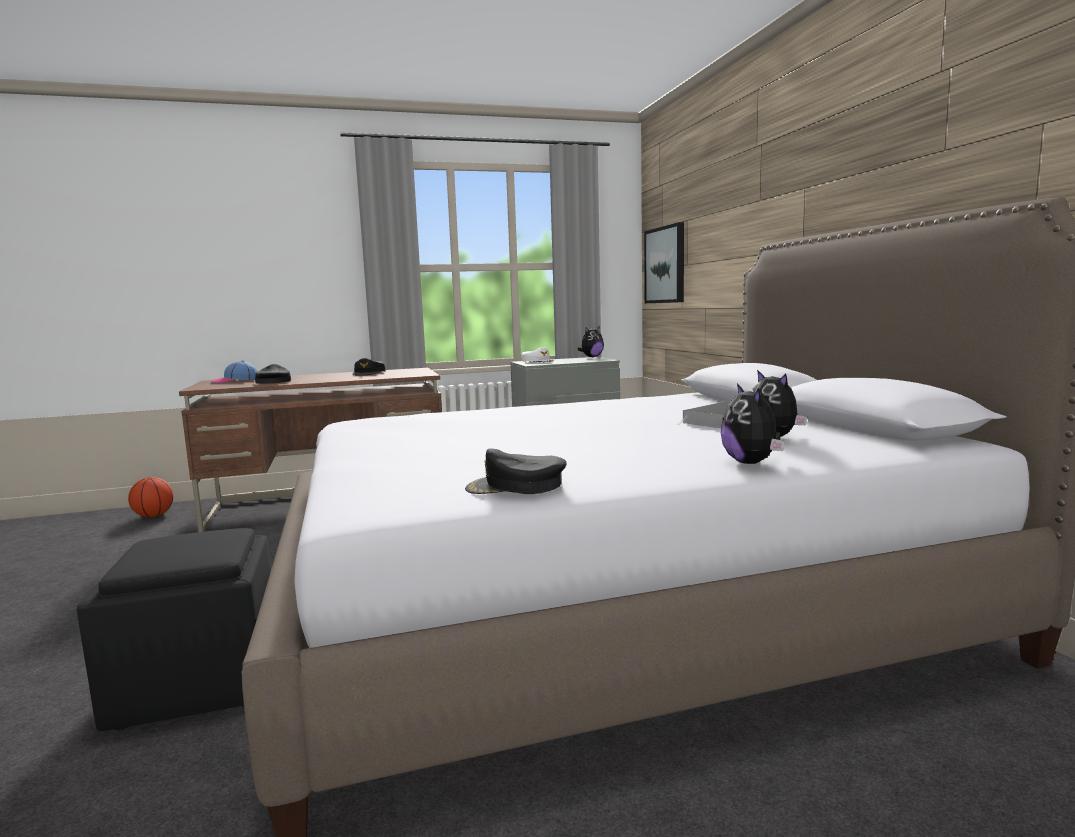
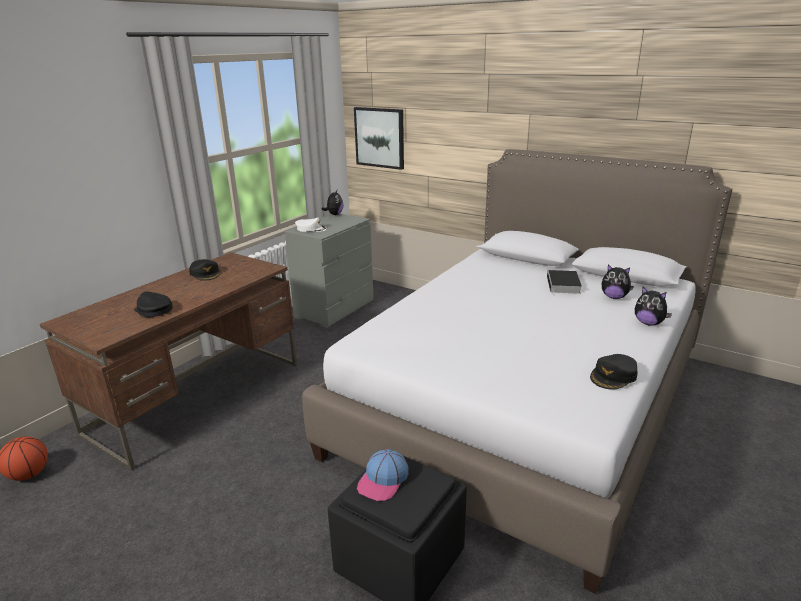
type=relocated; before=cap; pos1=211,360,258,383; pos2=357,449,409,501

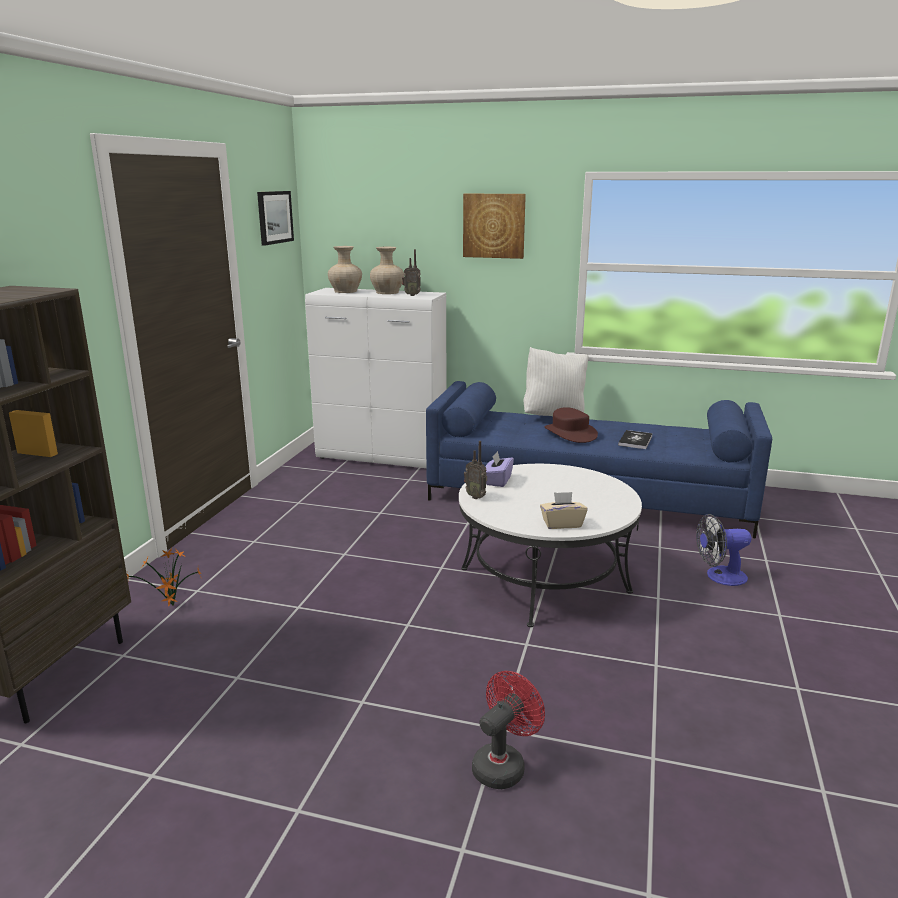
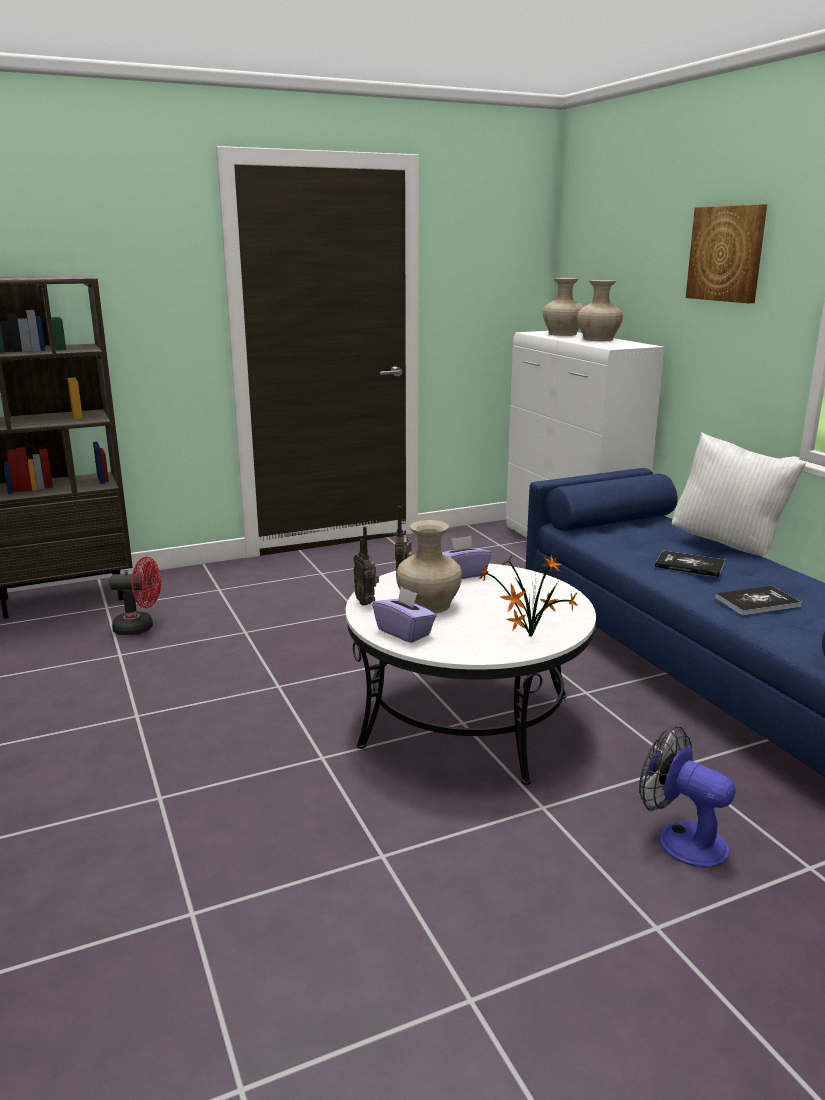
type=missing; before=picture; pos1=257,191,294,246
type=relocated; before=radio; pos1=402,249,421,296; pos2=353,526,379,606
type=exchanged; before=brown hat; after=book; pos1=544,407,598,443; pos2=655,551,725,577
type=colour; before=beige tissue box; after=purple tissue box; pos1=540,492,588,529; pos2=372,587,436,643
type=relocated; before=potted plant; pos1=127,548,201,606; pos2=479,555,578,637
type=relocated; before=red fan; pos1=472,671,545,789; pos2=109,557,161,635
type=appeared; after=beige vase; pos2=396,520,462,613

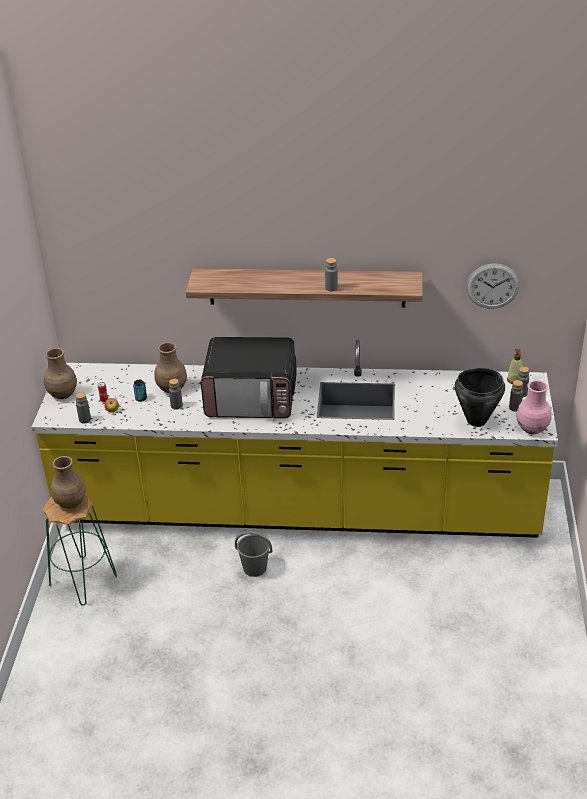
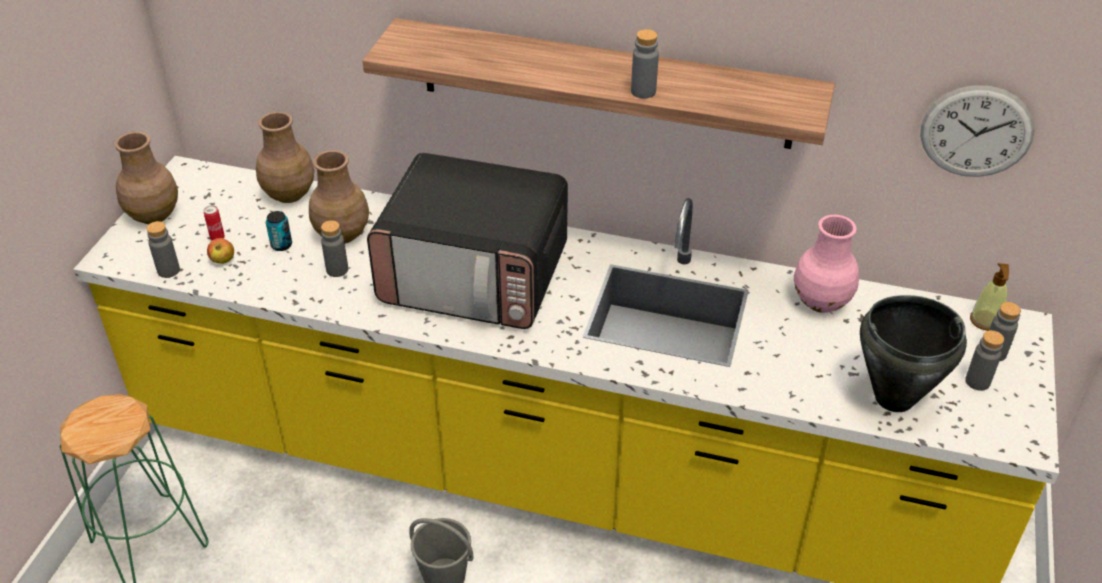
type=relocated; before=pink vase; pos1=516,380,552,434; pos2=794,215,859,313
type=relocated; before=brown vase; pos1=51,456,86,509; pos2=256,112,314,203

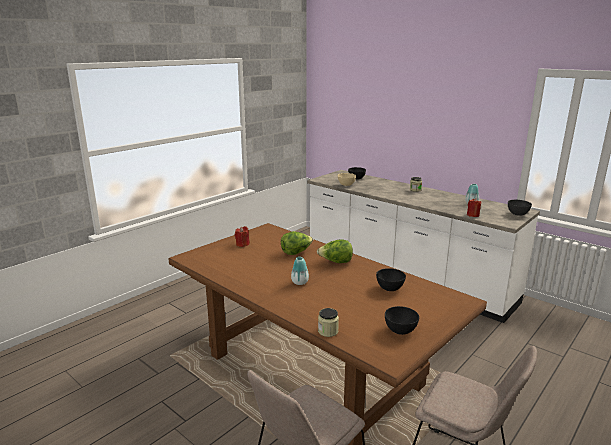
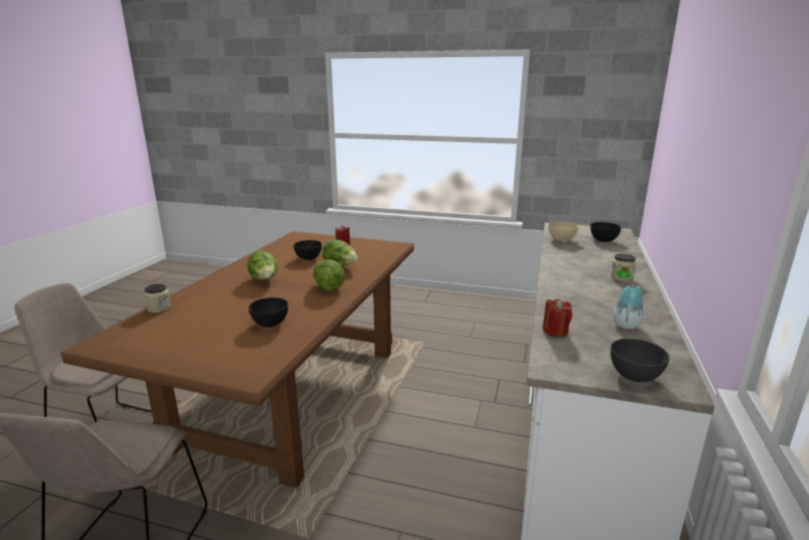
type=exchanged; before=vase; after=lettuce; pos1=291,257,309,285; pos2=247,250,278,280
type=relocated; before=black bowl; pos1=385,306,419,335; pos2=293,240,322,260

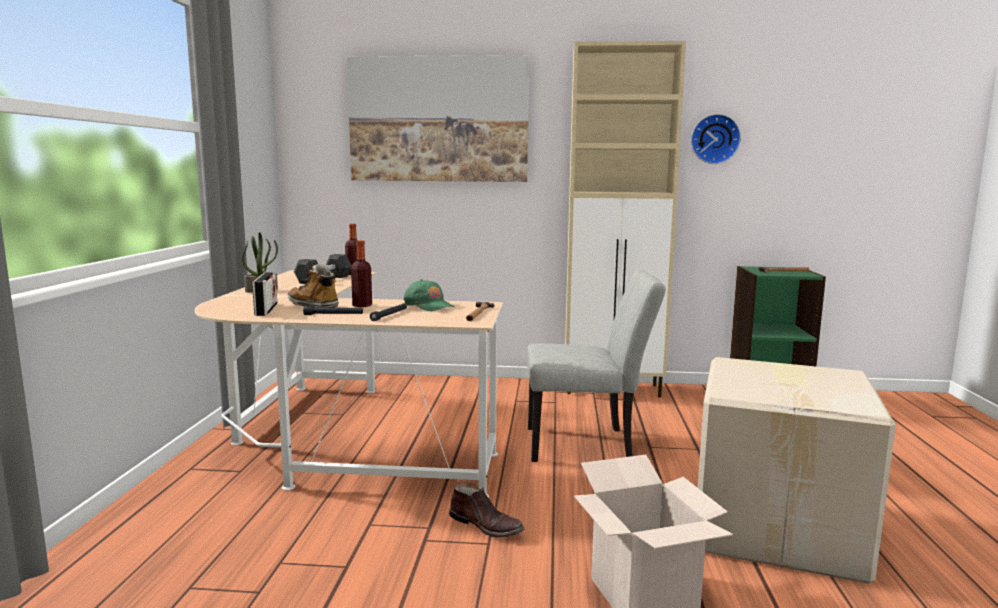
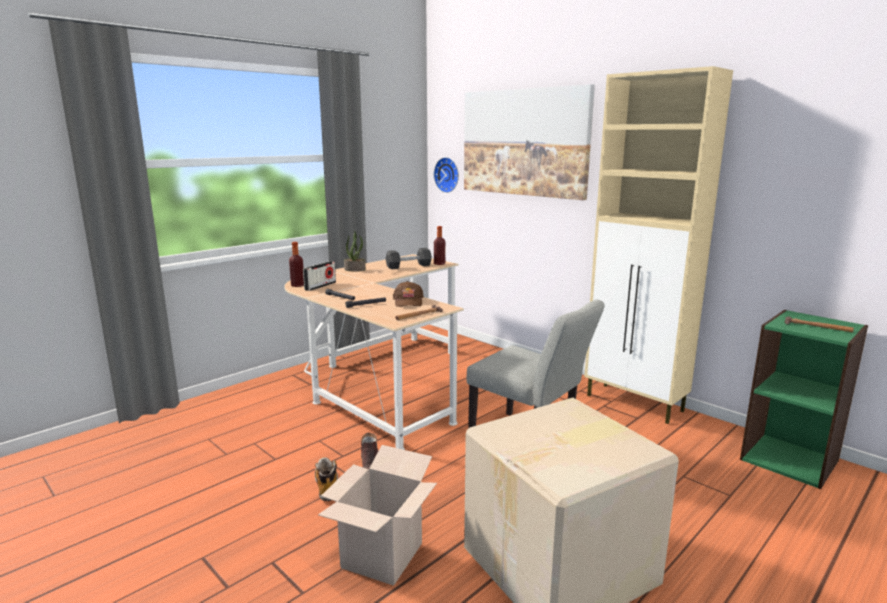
type=relocated; before=wall clock; pos1=691,114,741,164; pos2=434,157,459,193
type=relocated; before=bottle; pos1=351,240,372,307; pos2=289,242,304,287
type=relocated; before=boot; pos1=287,264,339,308; pos2=315,457,338,501
type=colour; before=green cap; after=brown cap; pos1=404,279,455,311; pos2=393,281,424,307

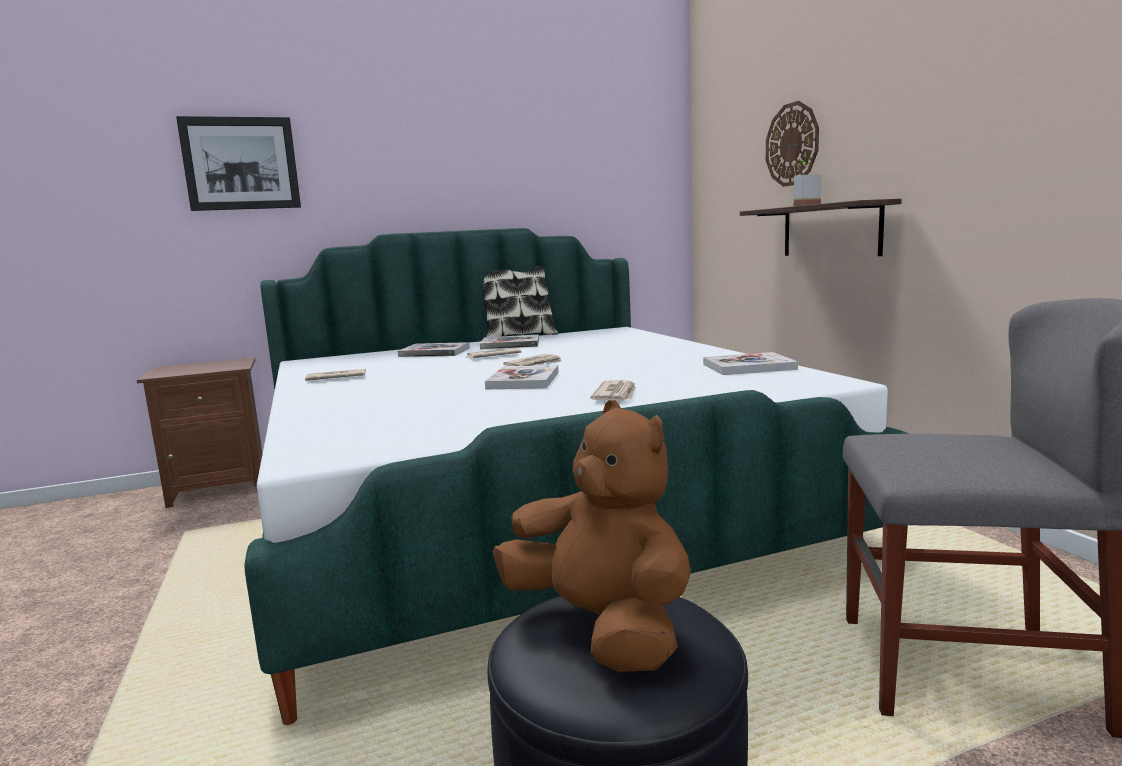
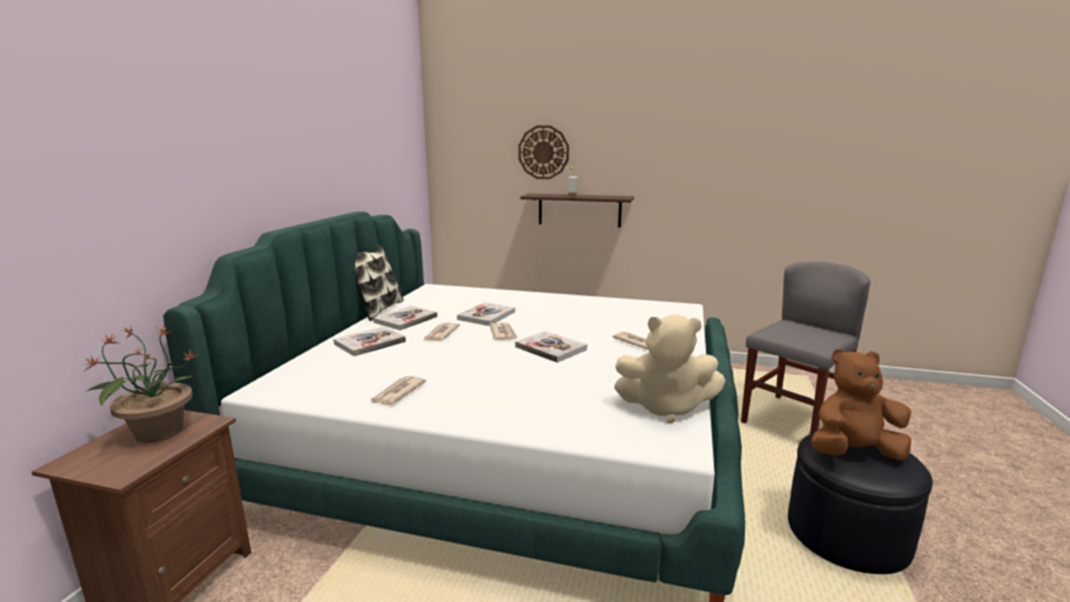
type=missing; before=picture; pos1=176,116,301,211
type=relocated; before=book; pos1=703,352,798,375; pos2=457,302,515,326
type=appeared; after=beige plush toy; pos2=614,314,725,423
type=appeared; after=potted plant; pos2=85,325,199,443

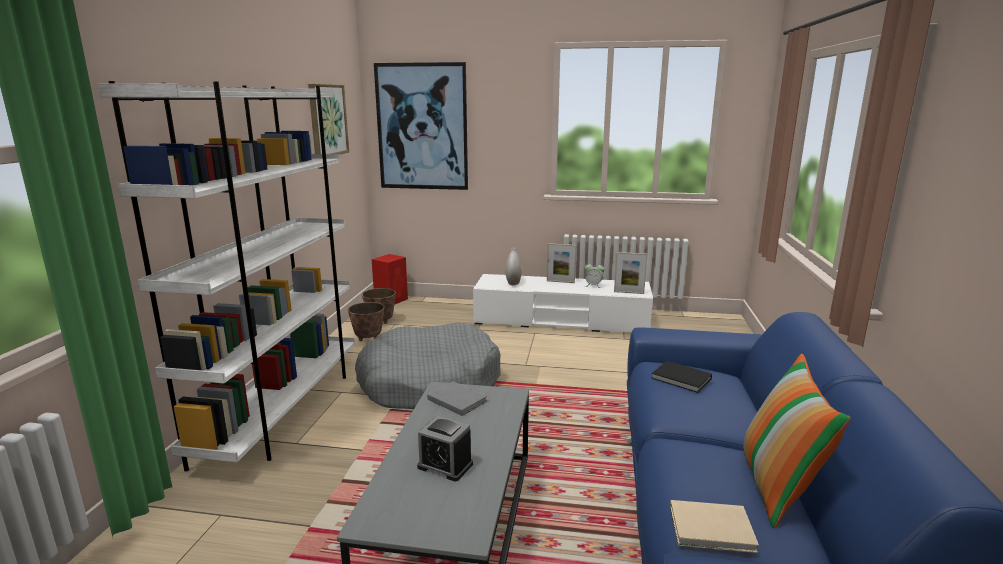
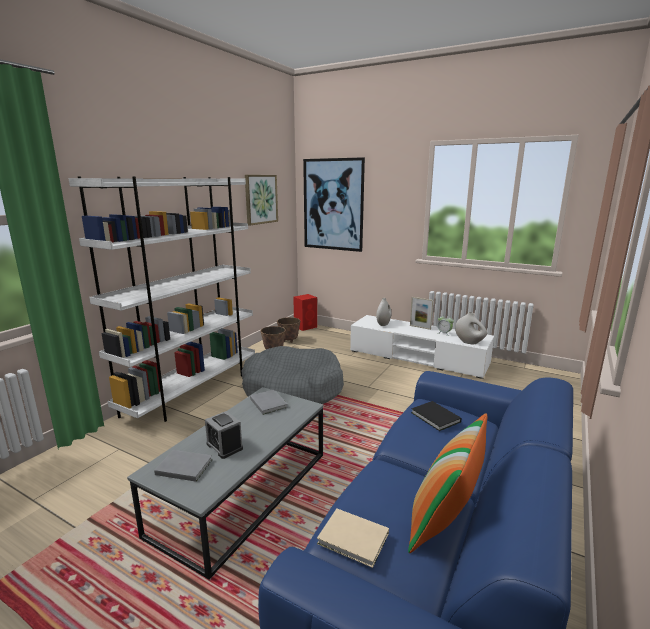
type=exchanged; before=picture frame; after=white vase; pos1=614,252,647,294; pos2=455,312,487,344
type=appeared; after=grey book; pos2=154,450,212,482

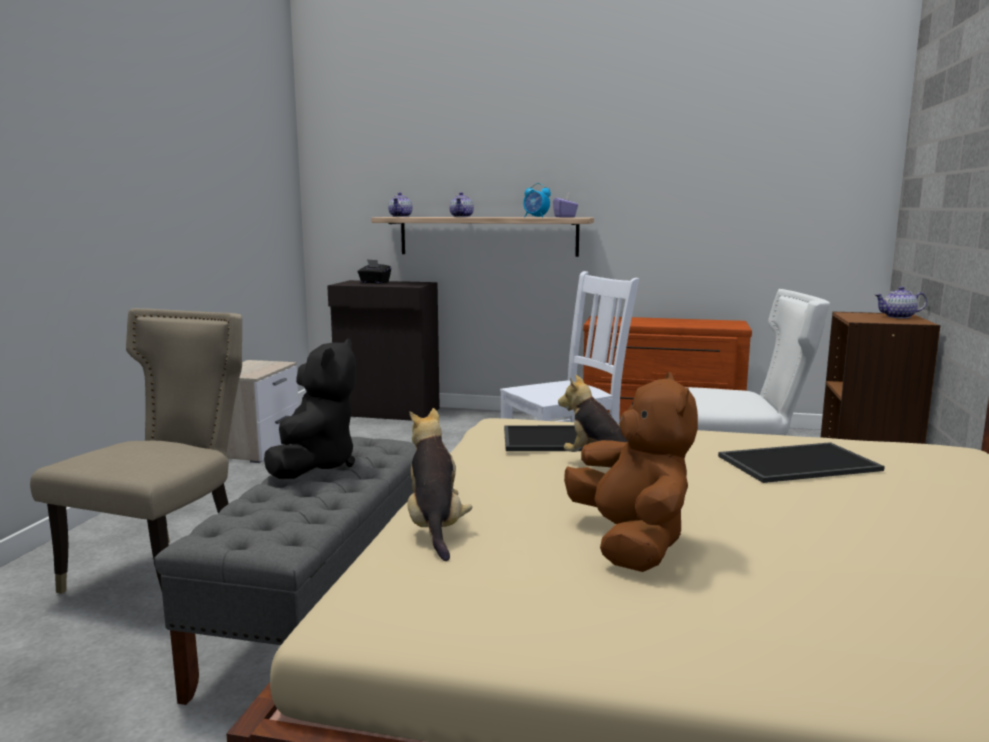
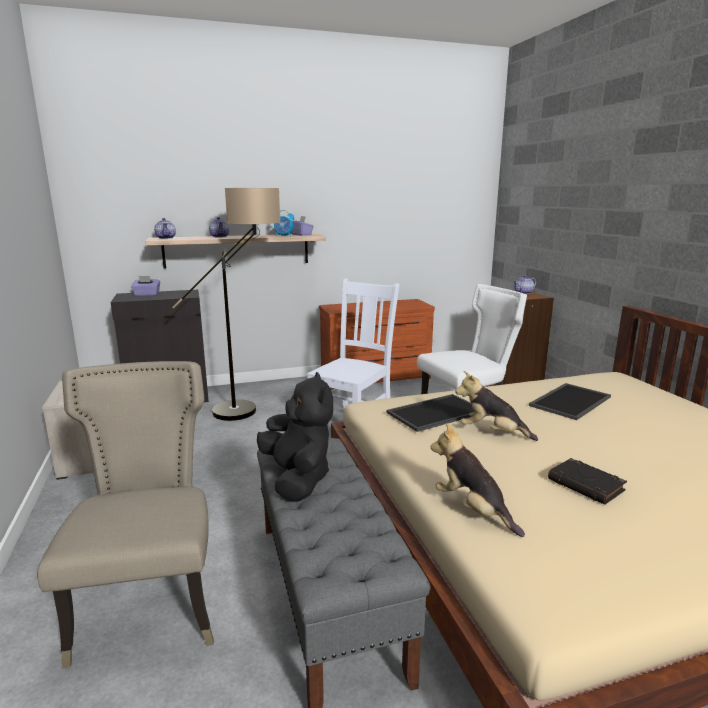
type=colour; before=black tissue box; after=purple tissue box; pos1=357,259,391,284; pos2=131,276,160,296
type=exchanged; before=brown plush toy; after=black book; pos1=564,372,698,572; pos2=548,458,627,505
type=appeared; after=floor lamp; pos2=172,187,281,421

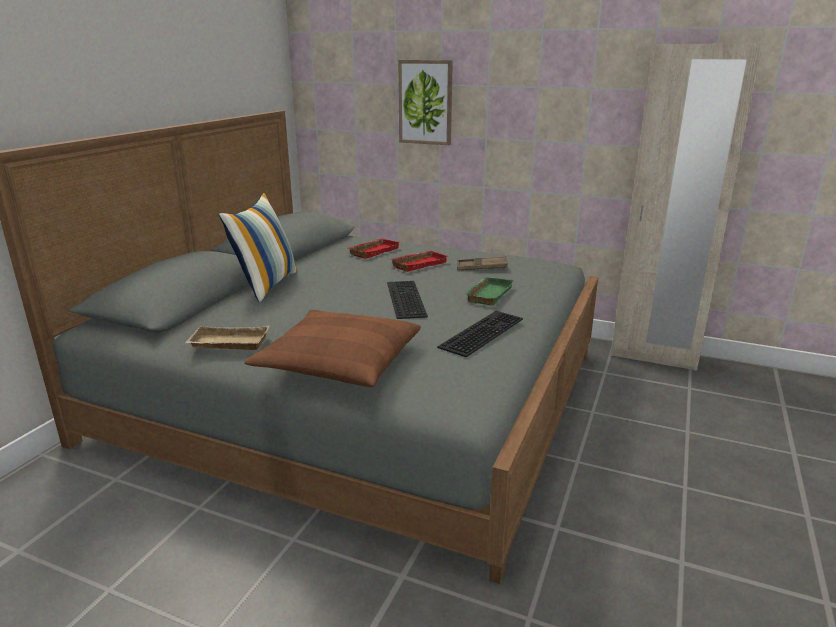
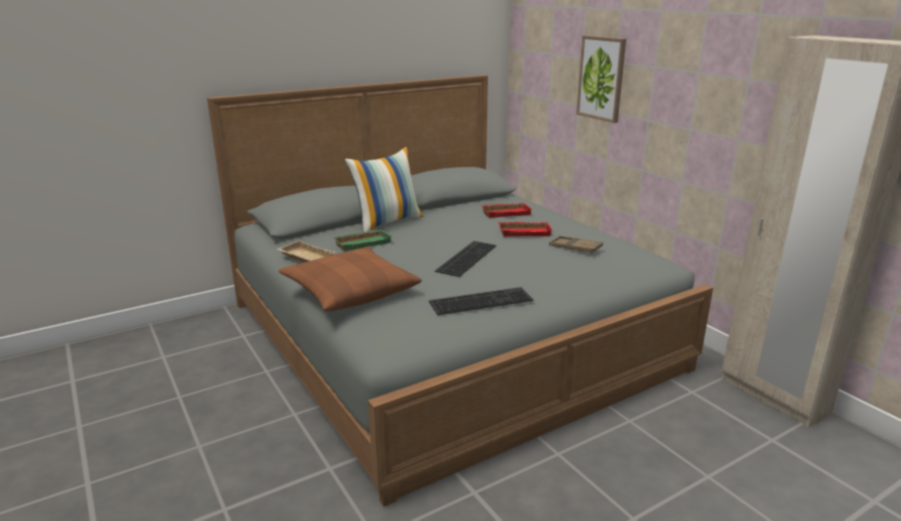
type=relocated; before=green tray; pos1=465,277,514,306; pos2=333,229,392,251

